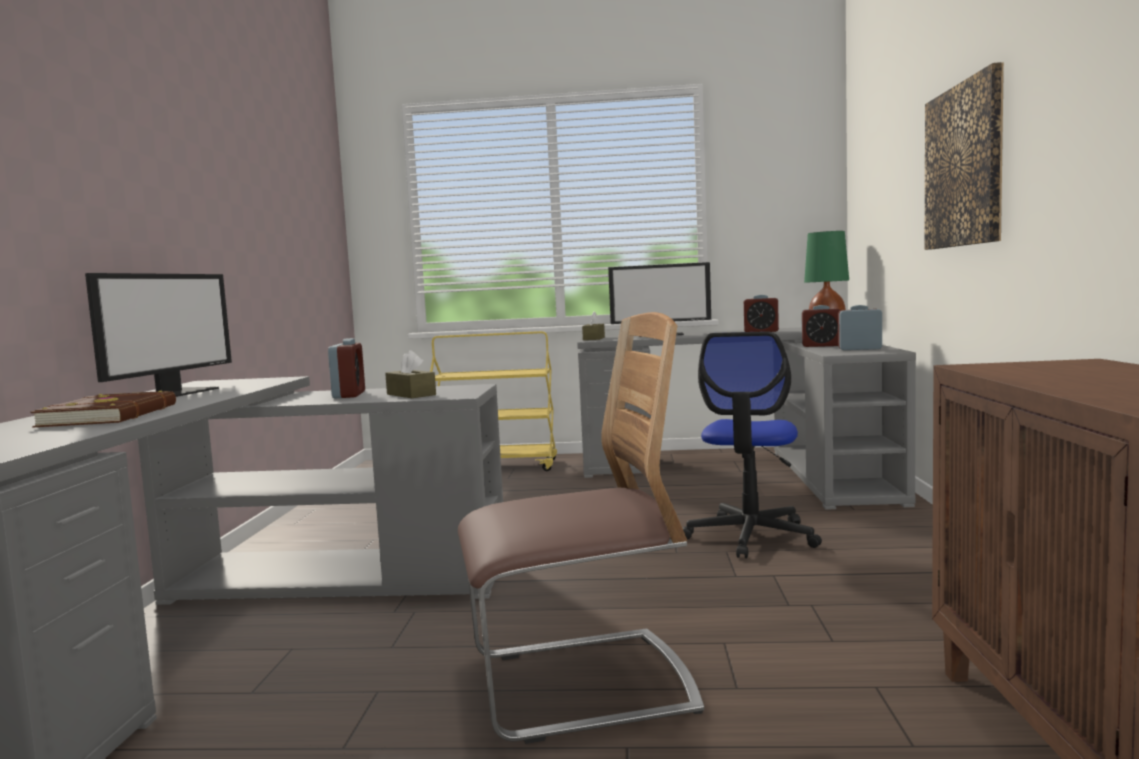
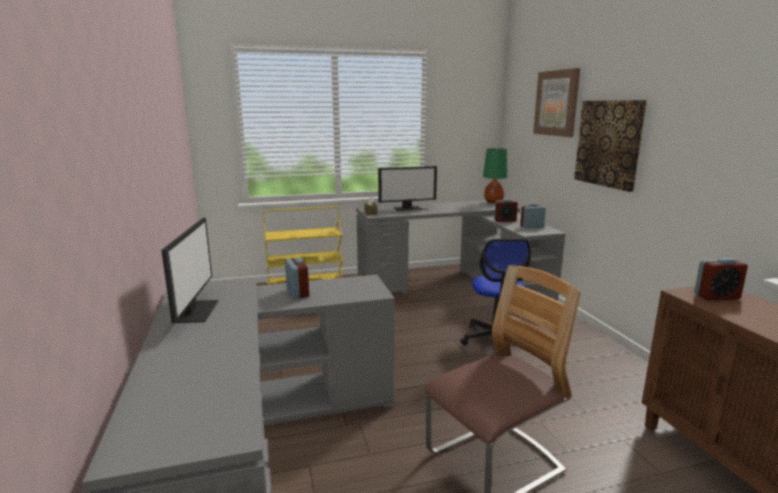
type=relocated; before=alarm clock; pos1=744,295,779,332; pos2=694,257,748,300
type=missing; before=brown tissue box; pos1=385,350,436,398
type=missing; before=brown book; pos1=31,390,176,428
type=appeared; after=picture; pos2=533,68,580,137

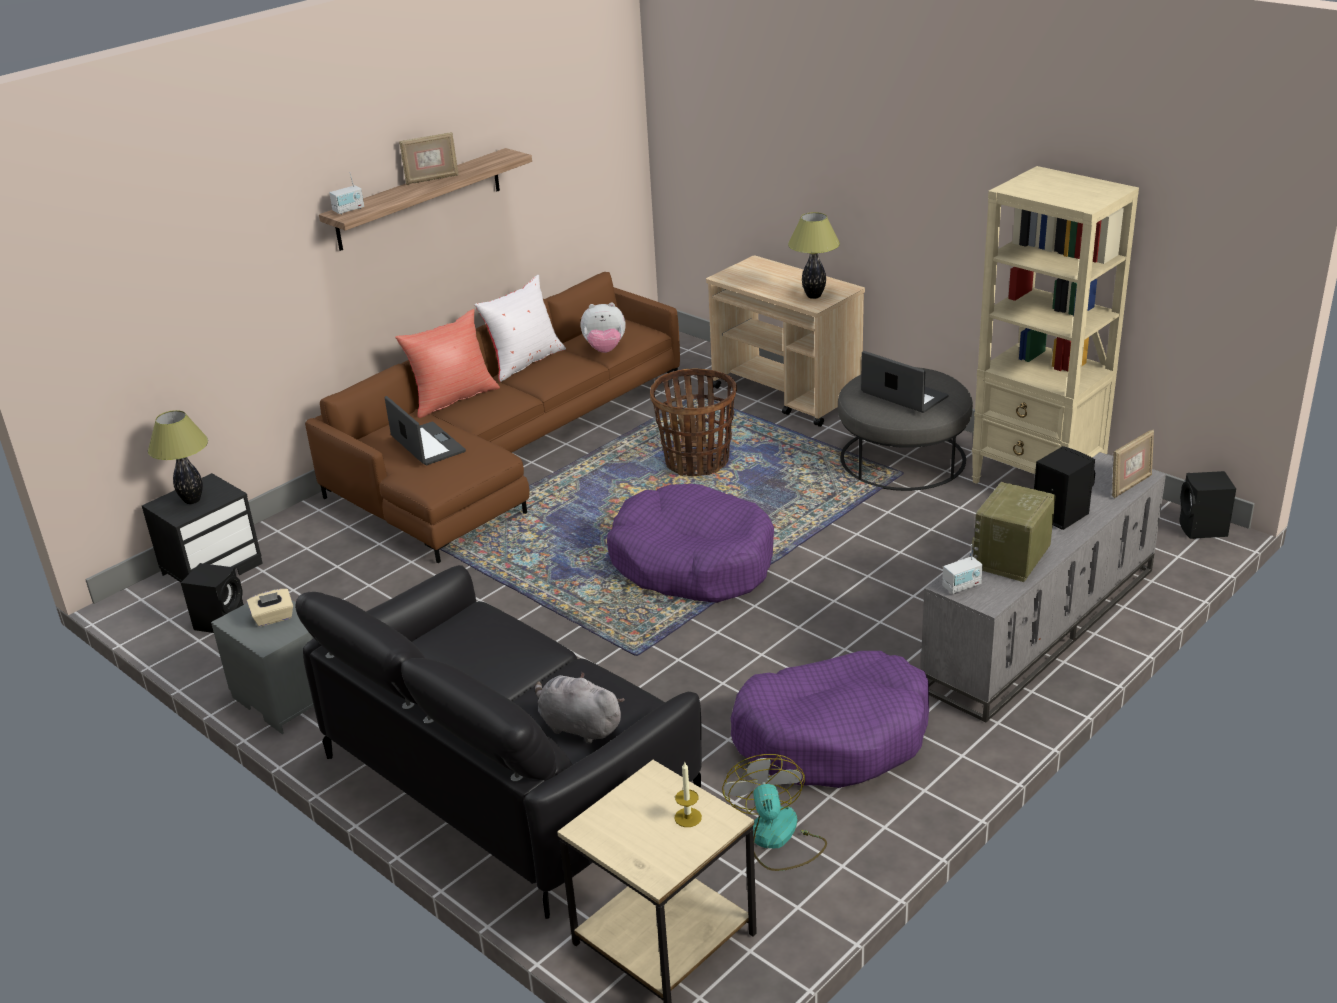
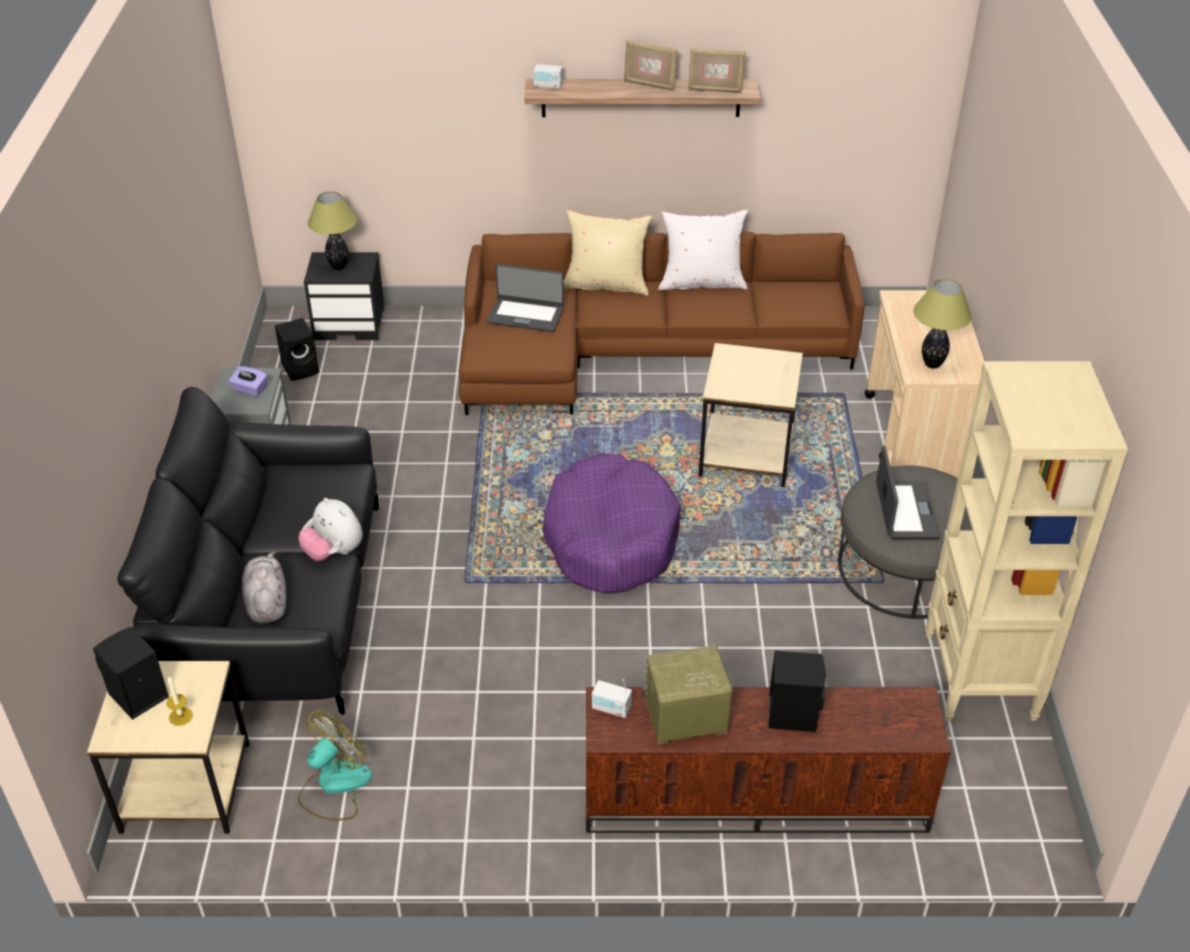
type=relocated; before=plush toy; pos1=581,302,626,353; pos2=298,498,363,561
type=colour; before=red pillow; after=beige pillow; pos1=395,309,500,418; pos2=564,210,652,296
type=exchanged; before=basket; after=beige side table; pos1=650,368,737,476; pos2=699,343,803,487
type=spun; before=laptop; pos1=385,396,466,465; pos2=486,264,564,332; turn=90
type=relocated; before=picture frame; pos1=1112,430,1154,498; pos2=688,48,745,93
type=colour; before=grey tv stand; after=brown tv stand; pos1=921,452,1166,722; pos2=586,687,951,833
type=relocated; before=black speaker; pos1=1179,471,1236,539; pos2=93,627,169,720
type=colour; before=beige tissue box; after=purple tissue box; pos1=247,589,293,627; pos2=229,366,267,397
type=missing; before=purple dog bed; pos1=730,651,929,788

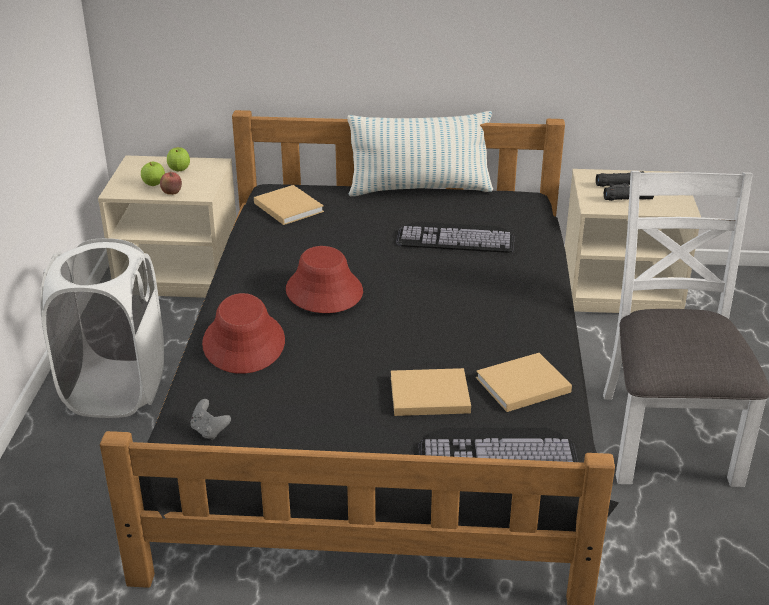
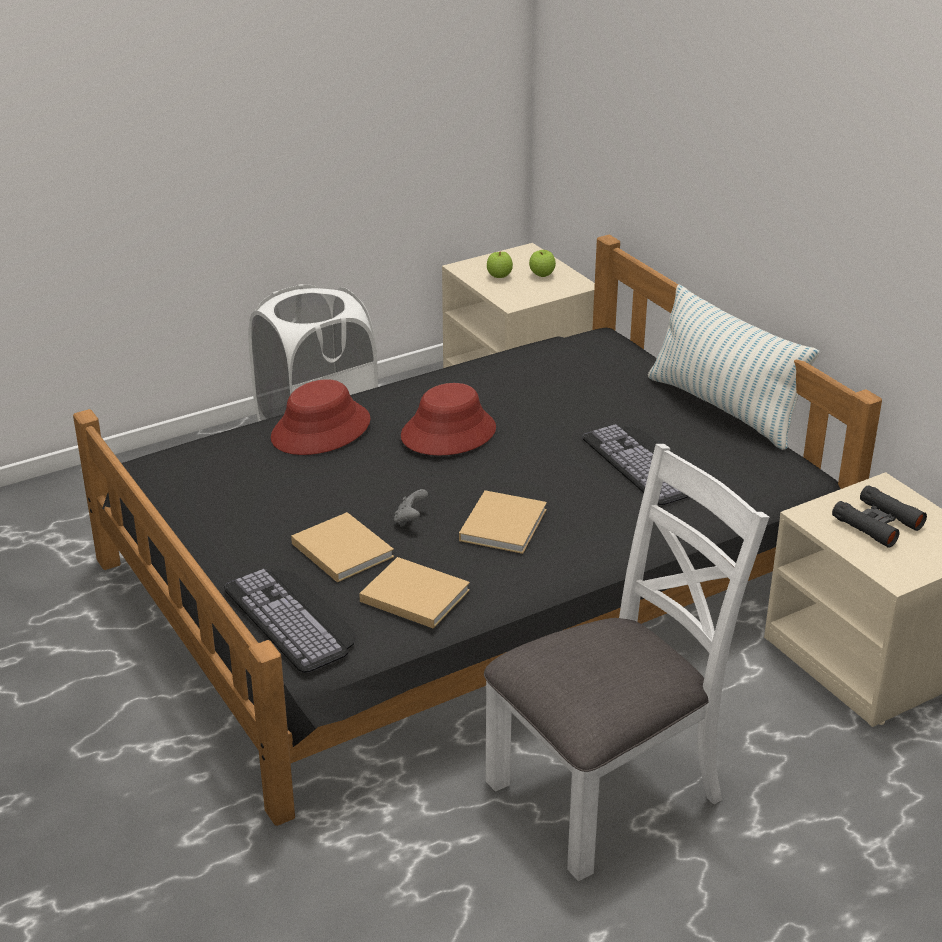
type=missing; before=apple; pos1=160,171,182,195
type=relocated; before=beige book; pos1=254,185,324,225; pos2=459,490,547,554
type=relocated; before=grey game controller; pos1=190,399,231,440; pos2=394,489,428,527

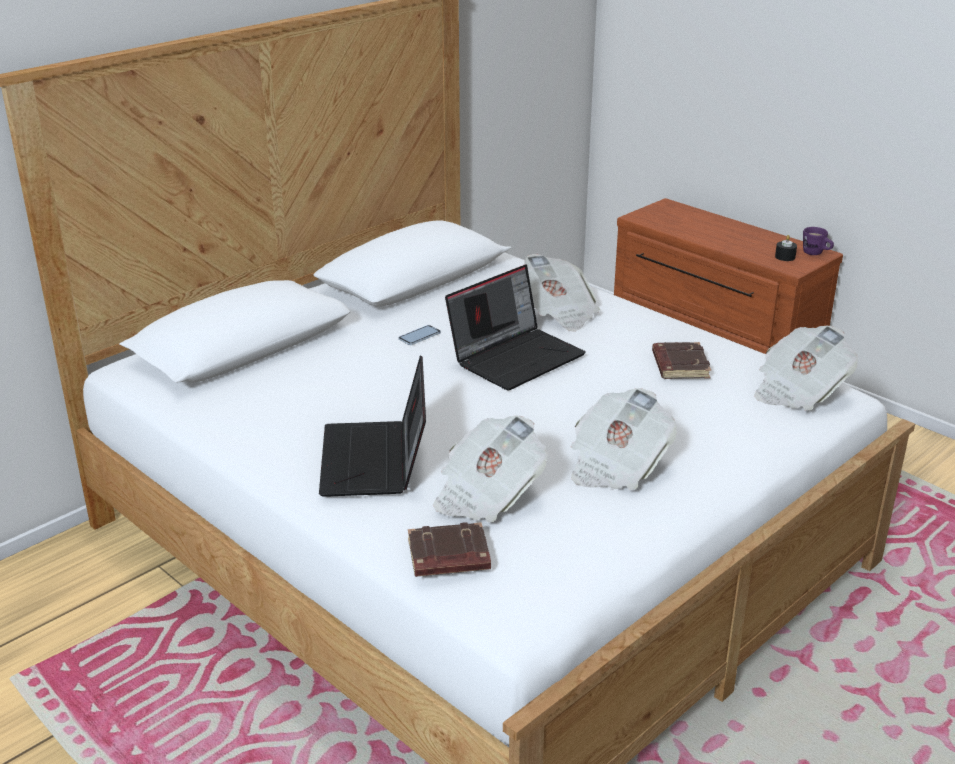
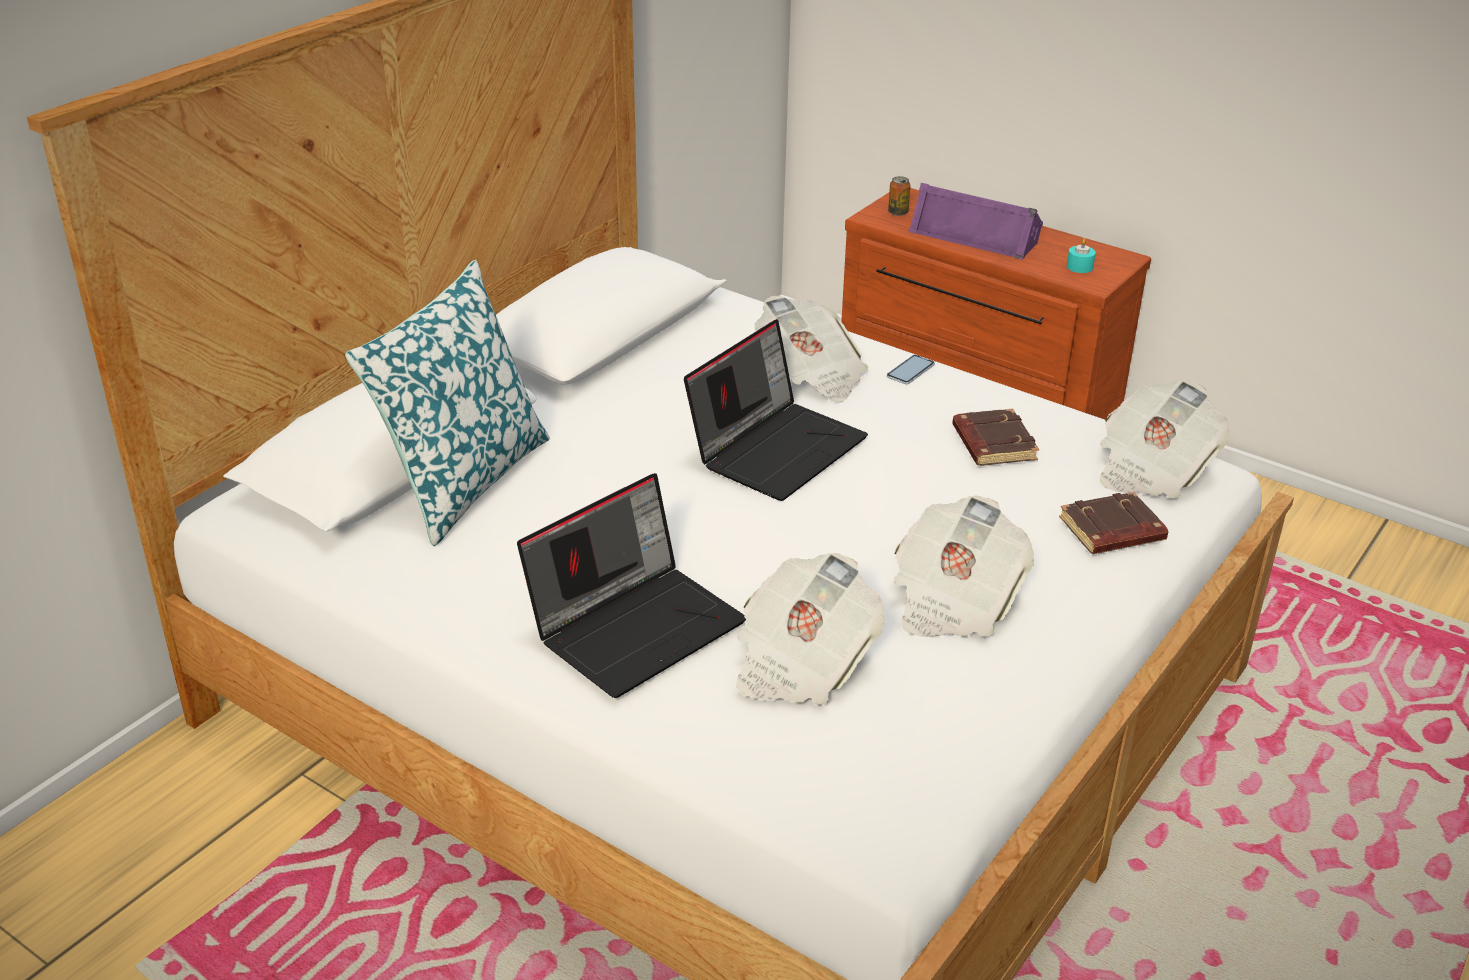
type=missing; before=purple mug; pos1=803,227,834,255
type=colour; before=black candle; after=turquoise candle; pos1=775,235,797,261; pos2=1067,238,1096,273
type=relocated; before=phone; pos1=398,325,441,345; pos2=887,355,935,384
type=spun; before=laptop; pos1=319,355,426,497; pos2=517,473,746,698; turn=-120
type=relocated; before=brown book; pos1=408,522,491,577; pos2=1059,492,1168,554
type=appeared; after=can; pos2=888,176,911,216
type=appeared; after=purple speaker; pos2=909,183,1043,260
type=appeared; after=pillow; pos2=345,260,550,546

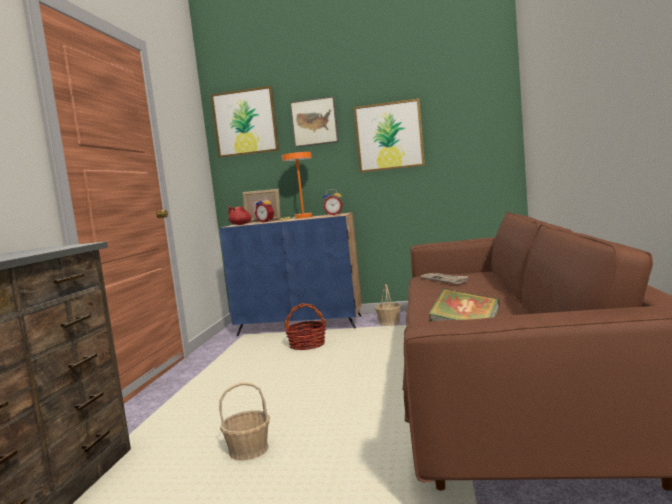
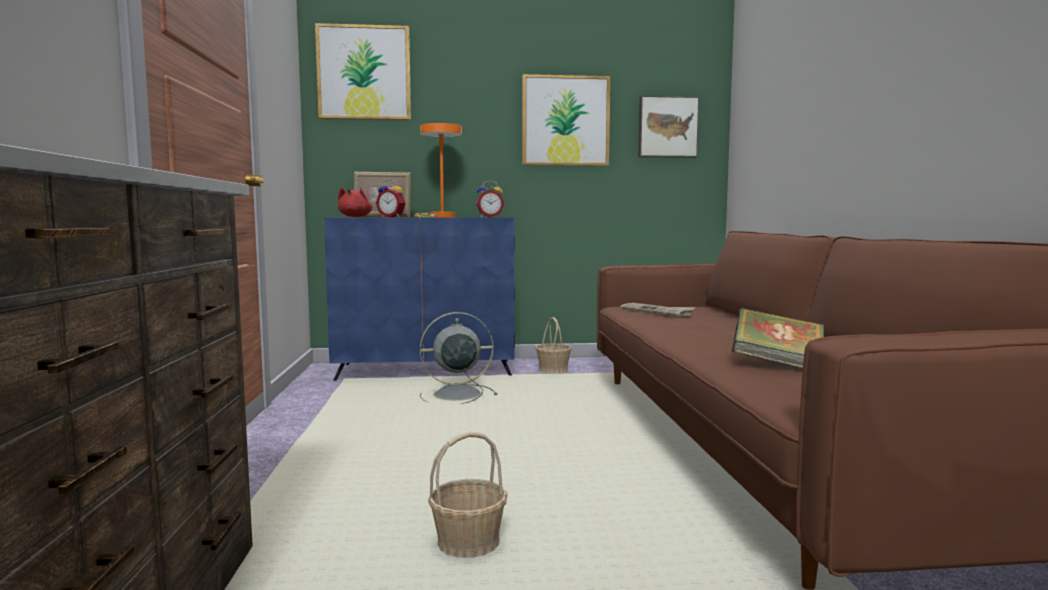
type=relocated; before=picture; pos1=290,96,339,147; pos2=638,95,700,158
type=exchanged; before=basket; after=grey fan; pos1=284,303,327,350; pos2=420,312,498,404

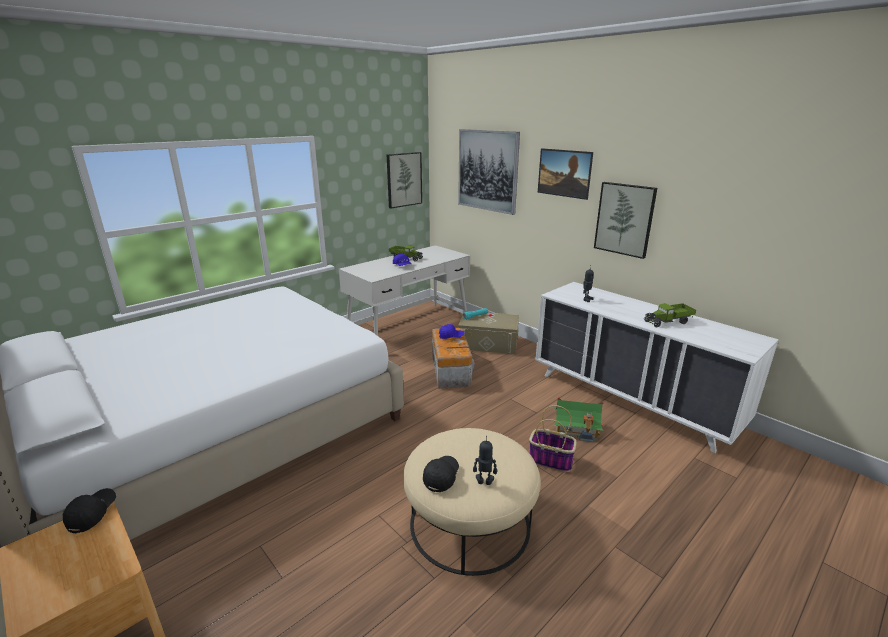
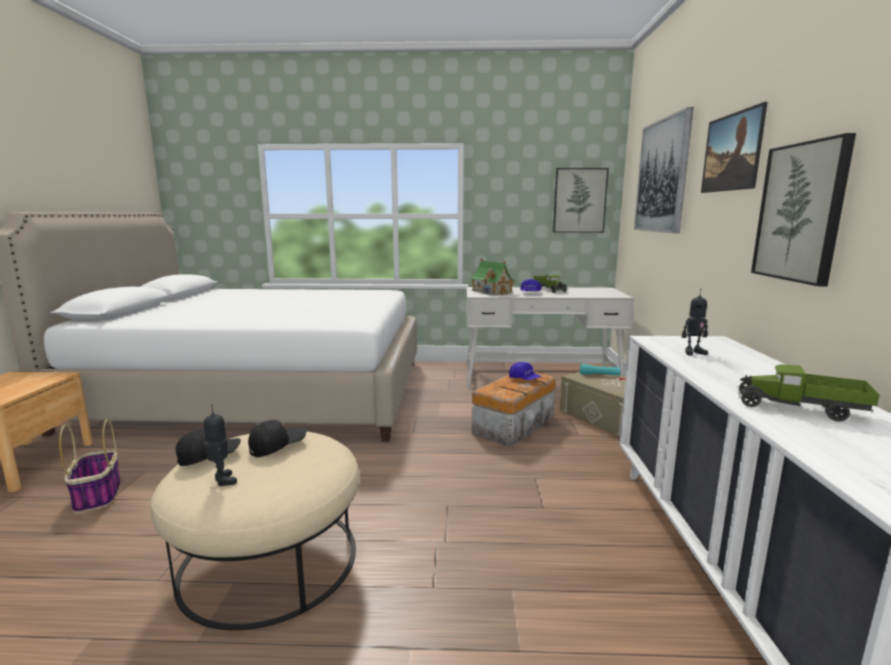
type=relocated; before=toy house; pos1=554,398,603,442; pos2=469,258,515,295
type=relocated; before=basket; pos1=529,405,577,472; pos2=59,419,121,513
type=relocated; before=black cap; pos1=63,488,116,533; pos2=248,420,306,457

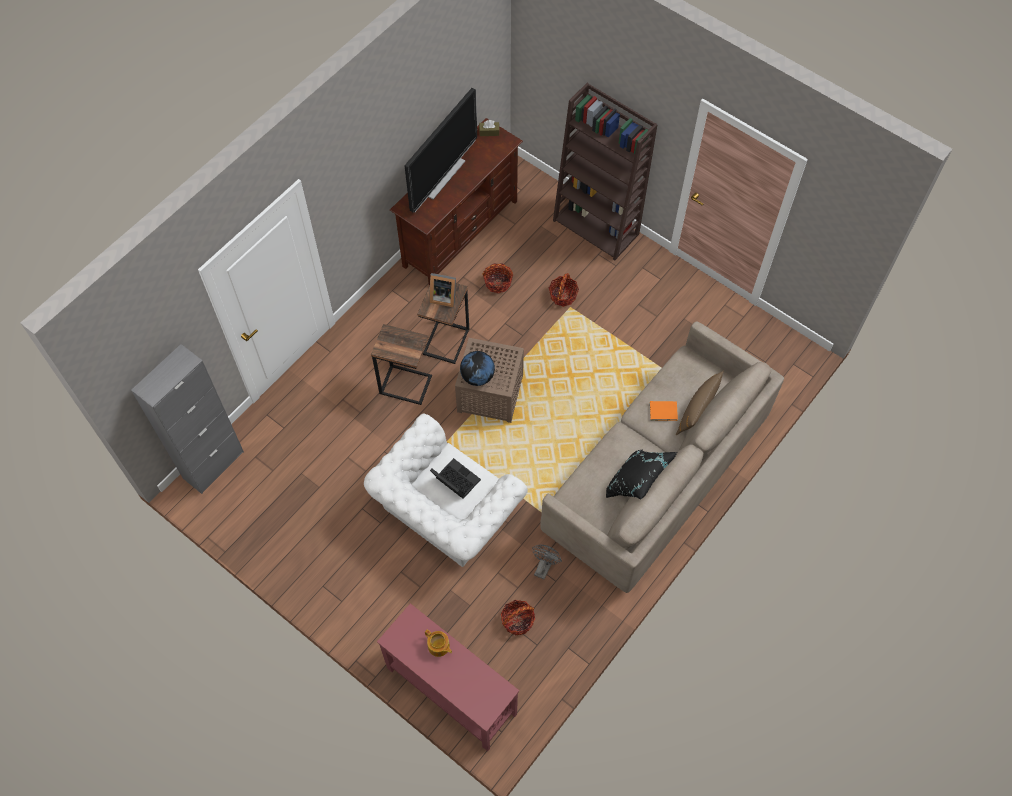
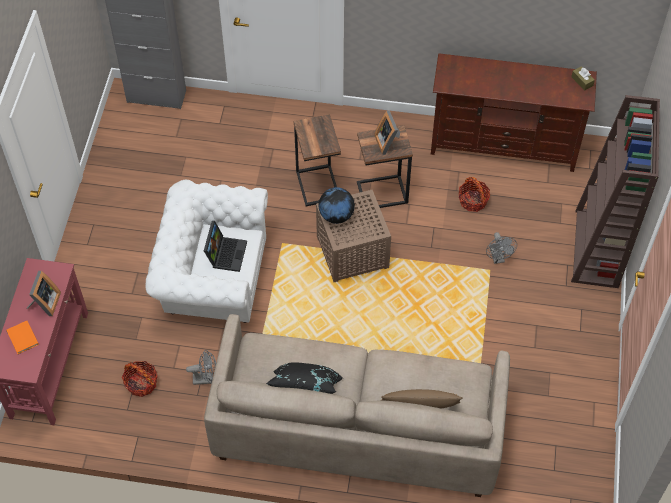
type=missing; before=television; pos1=405,88,477,213
type=exchanged; before=basket; after=grey fan; pos1=549,273,579,307; pos2=486,232,517,264
type=relocated; before=orange book; pos1=650,401,678,421; pos2=6,321,39,354
type=exchanged; before=teapot; after=picture frame; pos1=425,629,452,657; pos2=26,271,61,316

